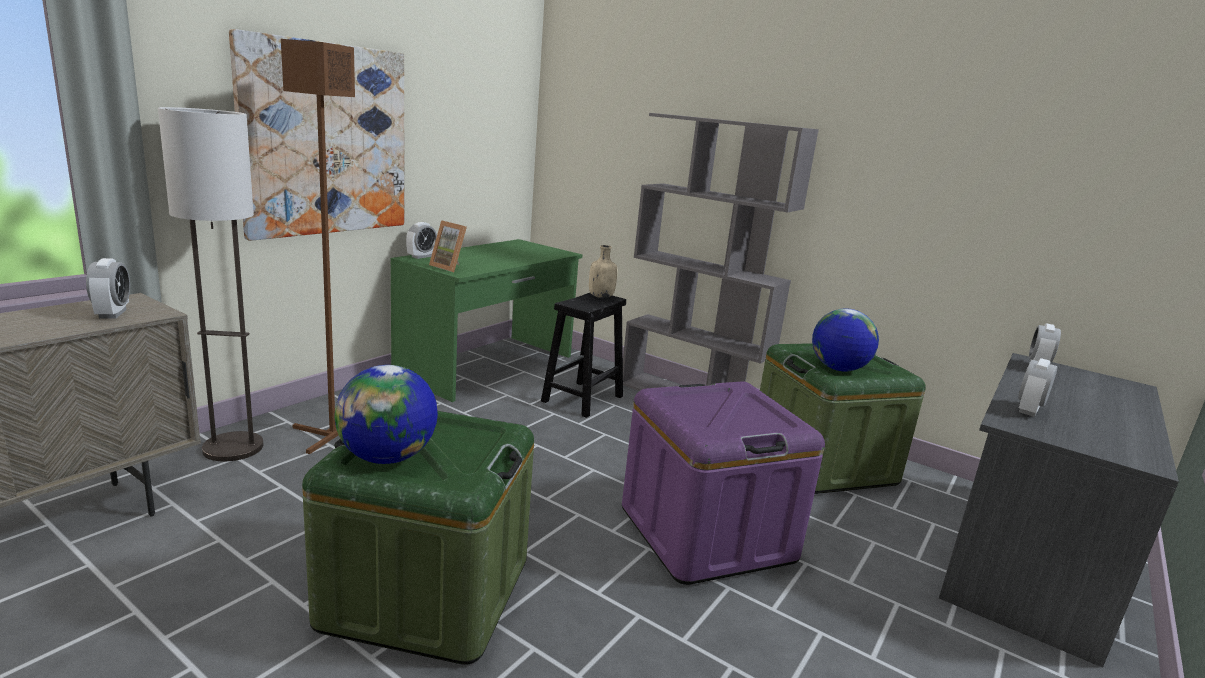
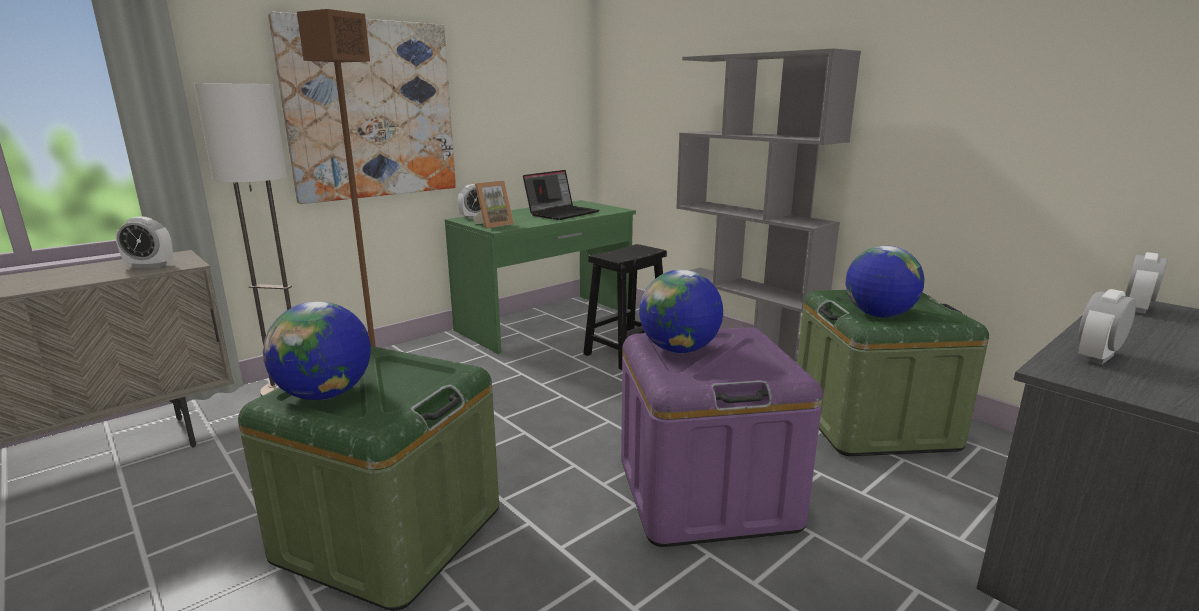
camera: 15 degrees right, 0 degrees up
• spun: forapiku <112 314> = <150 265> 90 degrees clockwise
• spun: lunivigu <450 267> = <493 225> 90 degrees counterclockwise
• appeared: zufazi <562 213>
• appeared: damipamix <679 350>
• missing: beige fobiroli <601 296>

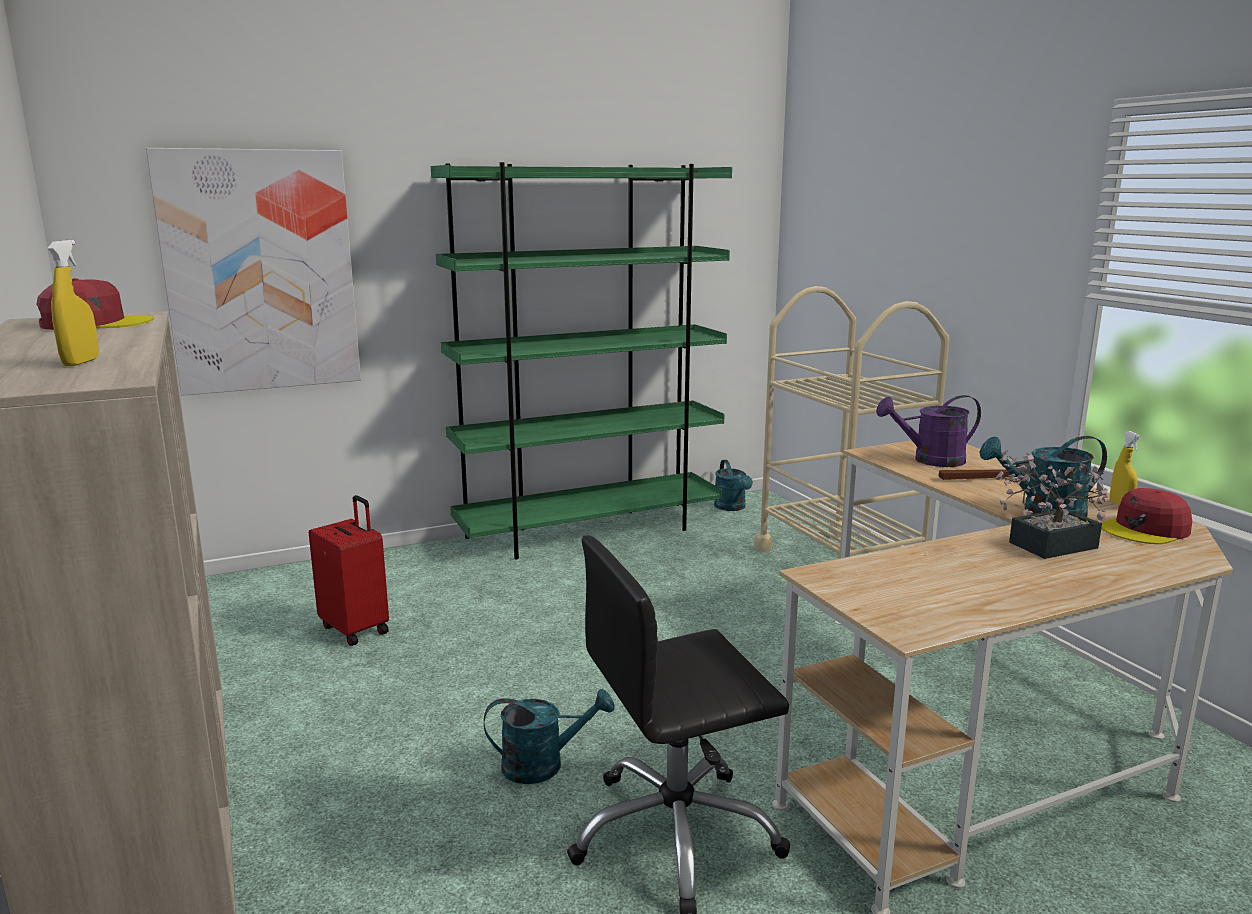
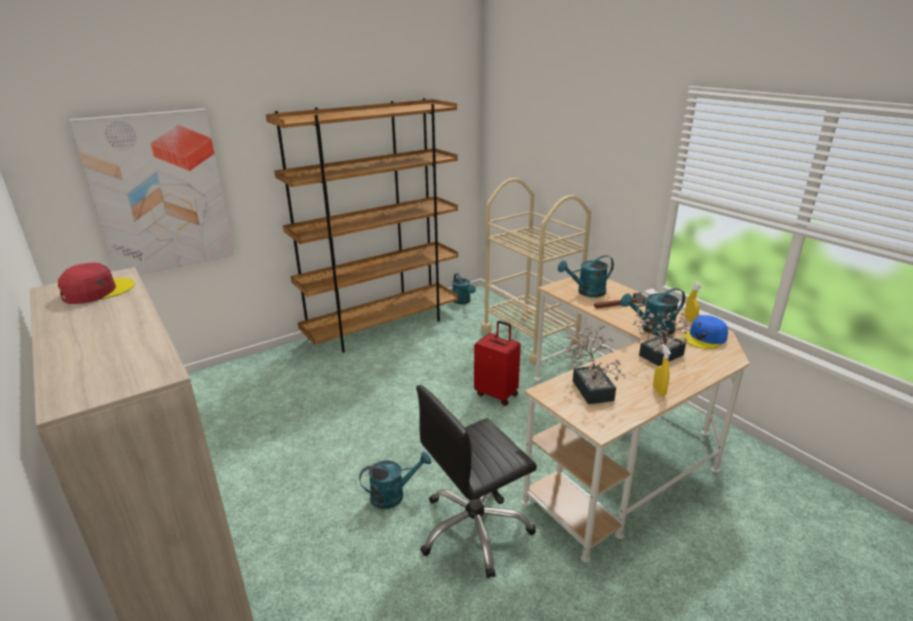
camera: 10 degrees left, 10 degrees up
• colour: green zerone <590 531> to brown zerone <383 327>
• relocated: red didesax <356 629> to <497 394>
• colour: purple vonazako <930 460> to turquoise vonazako <586 292>
• appeared: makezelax <591 387>
• relocated: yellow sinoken <81 362> to <659 391>
• colour: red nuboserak <1145 530> to blue nuboserak <705 338>

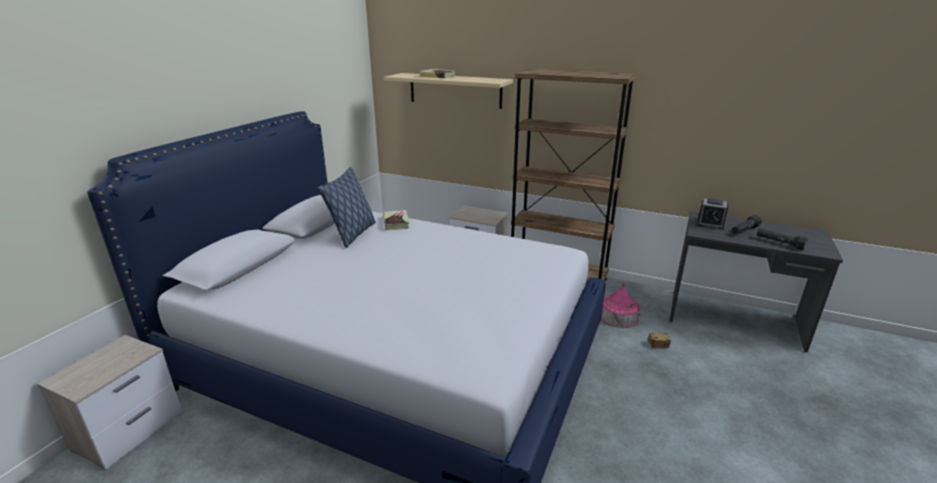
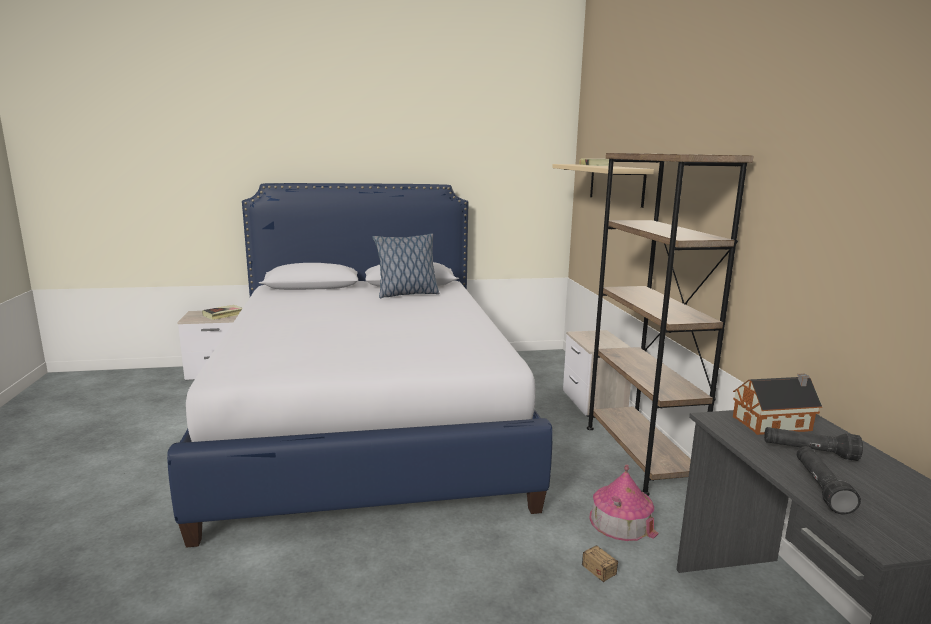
camera: 55 degrees right, 10 degrees down
• relocated: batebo <396 222> to <223 315>
• exchanged: forapiku <710 224> to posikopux <775 423>

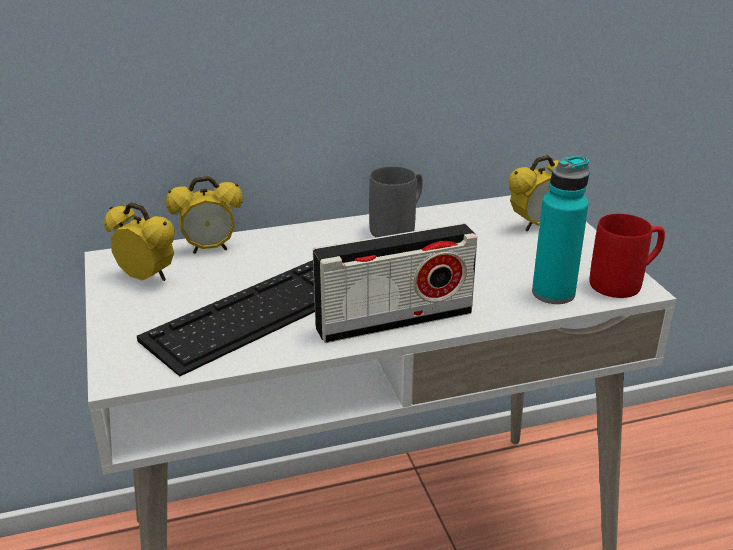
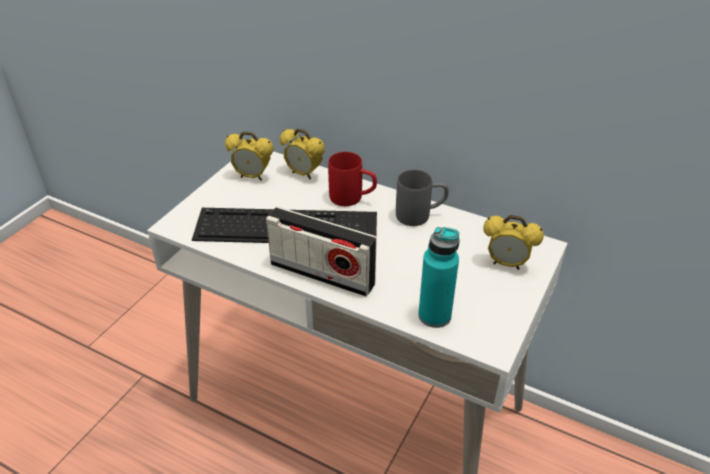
camera: 45 degrees right, 10 degrees up
• spun: forapiku <147 279> = <252 177> 120 degrees clockwise
• relocated: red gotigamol <625 282> to <353 198>

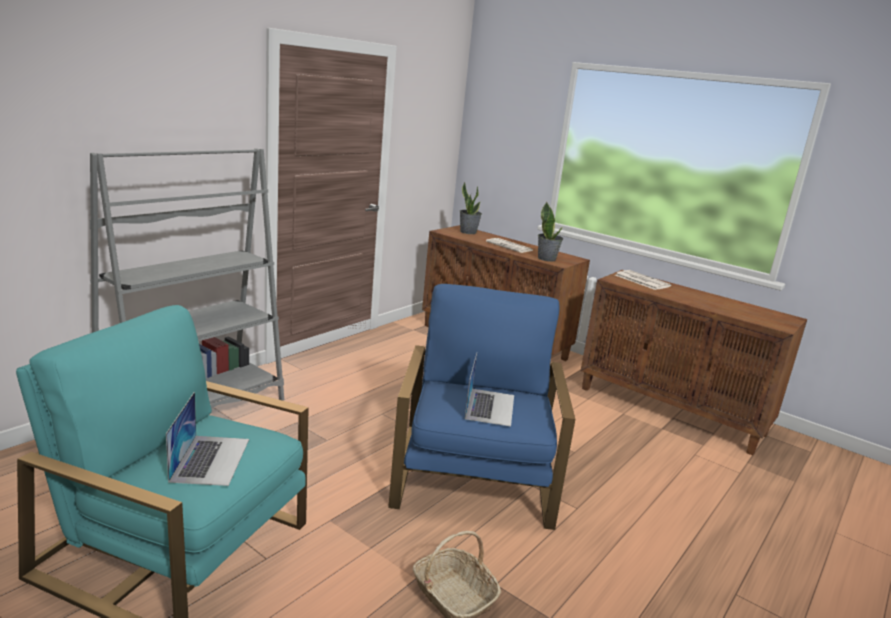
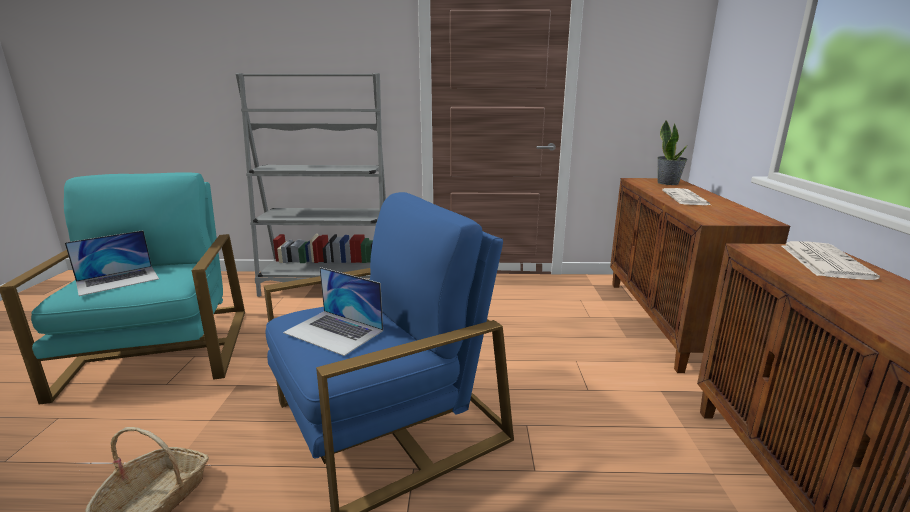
camera: 55 degrees right, 0 degrees up
• spun: zufazi <490 406> = <334 331> 60 degrees clockwise
• missing: makezelax <547 259>

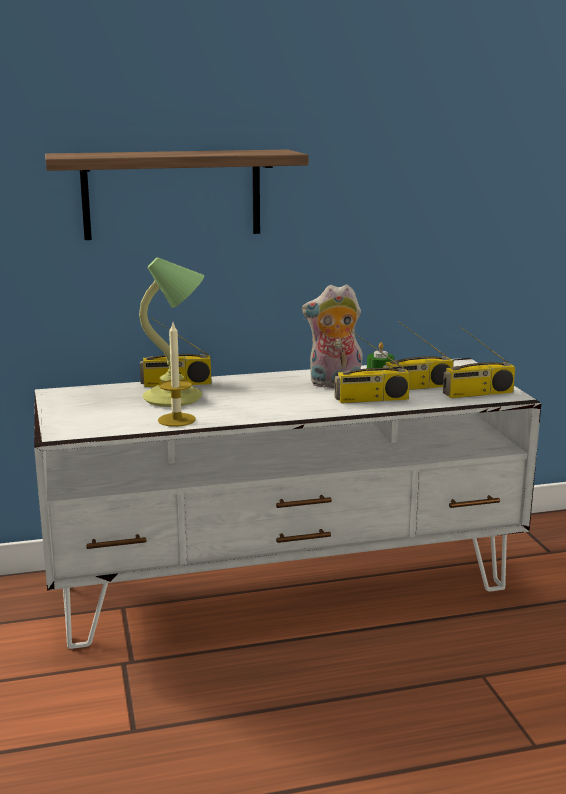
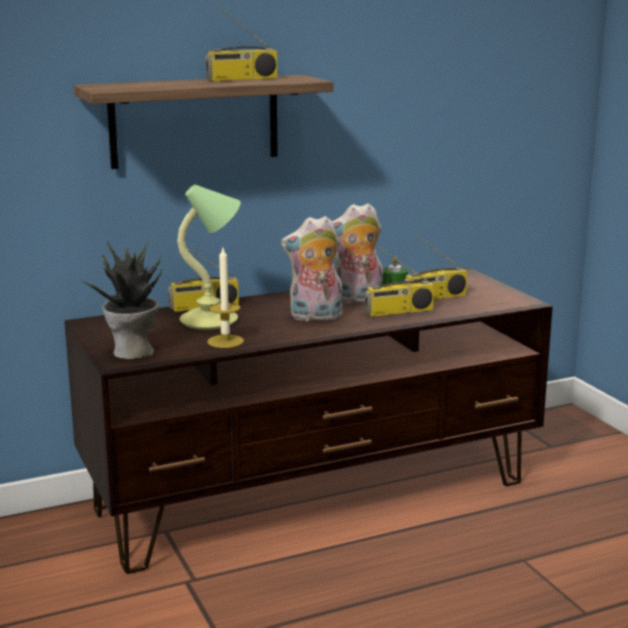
camera: 10 degrees left, 0 degrees up
• colour: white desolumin <284 585> to brown desolumin <315 496>
• appeared: makezelax <132 352>
• relocated: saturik <478 394> to <242 79>
• appeared: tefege <315 317>

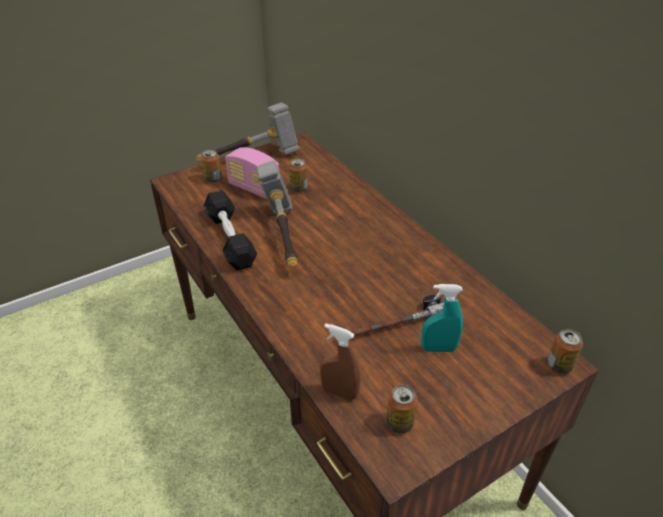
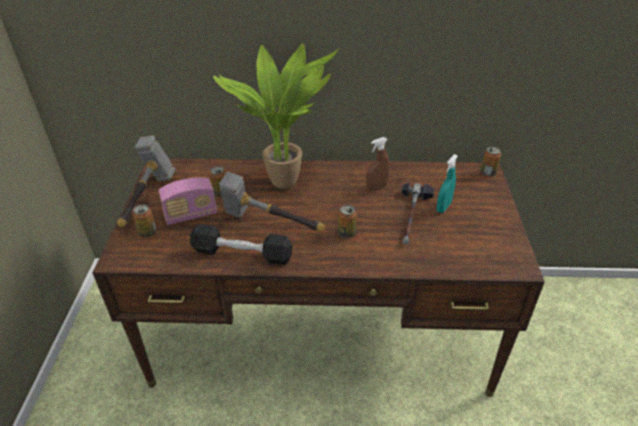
camera: 55 degrees left, 0 degrees up
• appeared: makezelax <286 179>
• relocated: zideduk <399 423> to <346 233>
• relocated: brown sinoken <339 392> to <376 188>

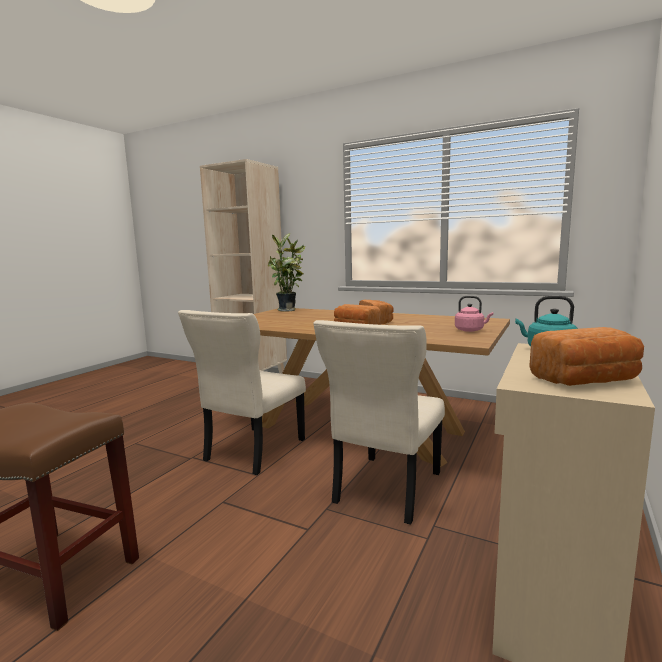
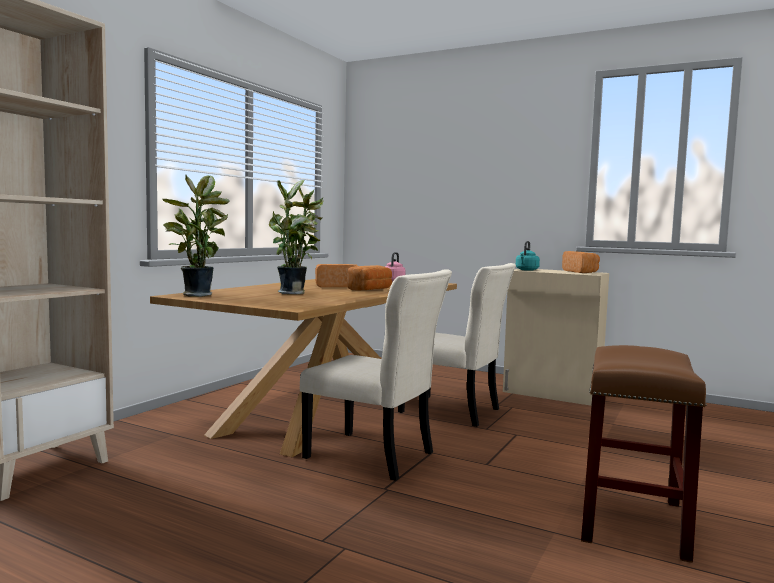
camera: 90 degrees left, 5 degrees down
• appeared: makezelax <295 293>

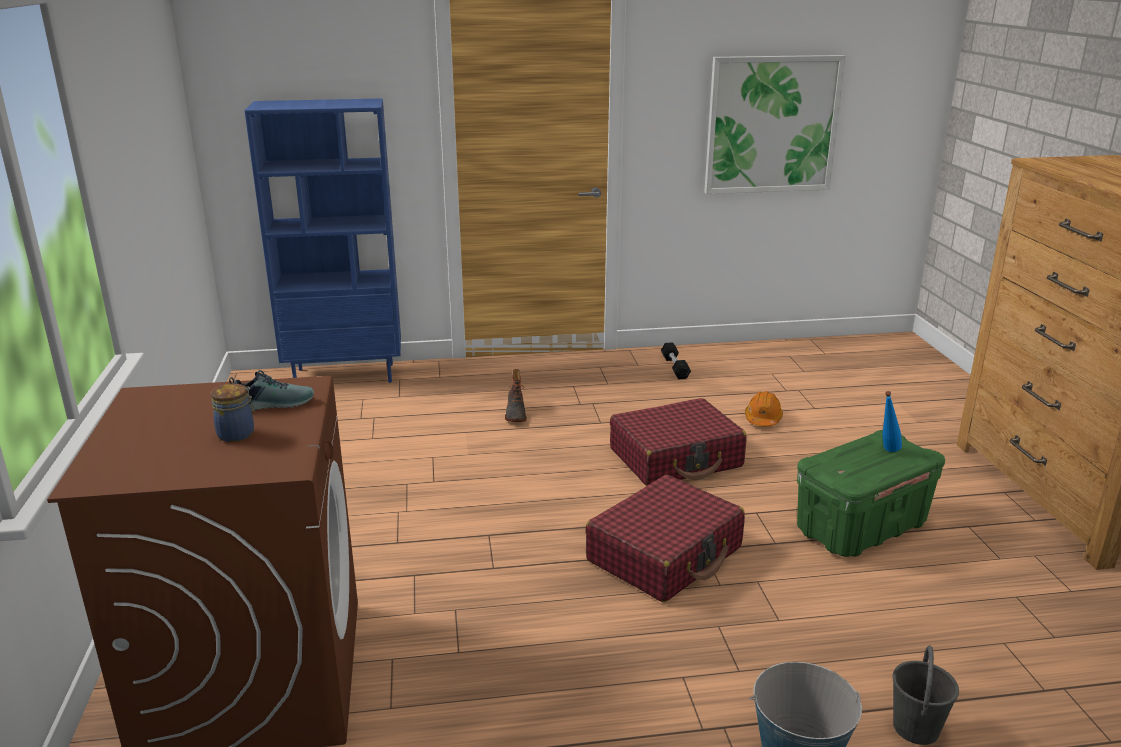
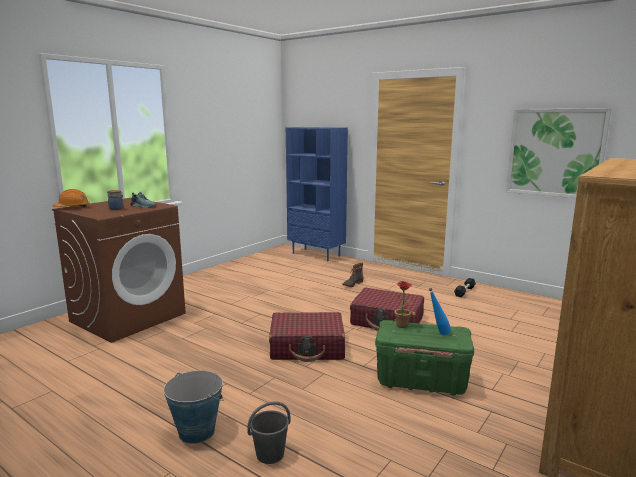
camera: 45 degrees right, 10 degrees down
• relocated: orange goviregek <763 419> to <72 207>
• appeared: makezelax <404 326>

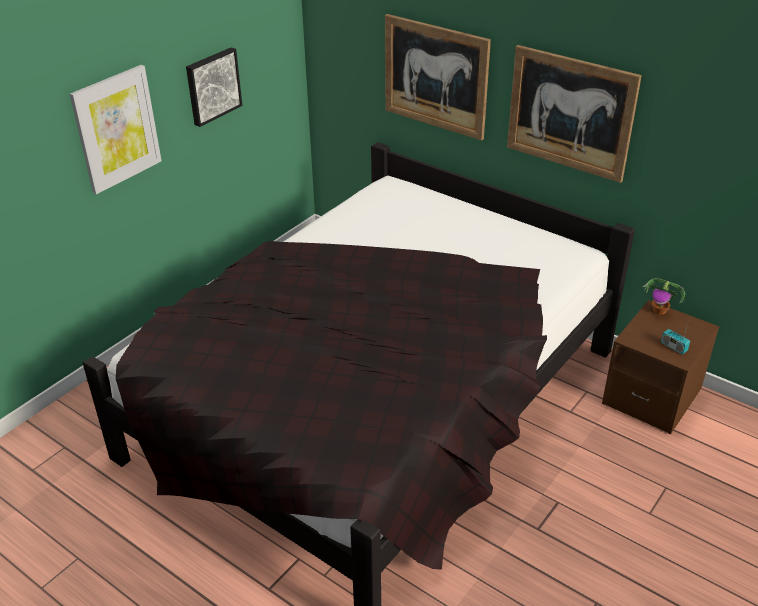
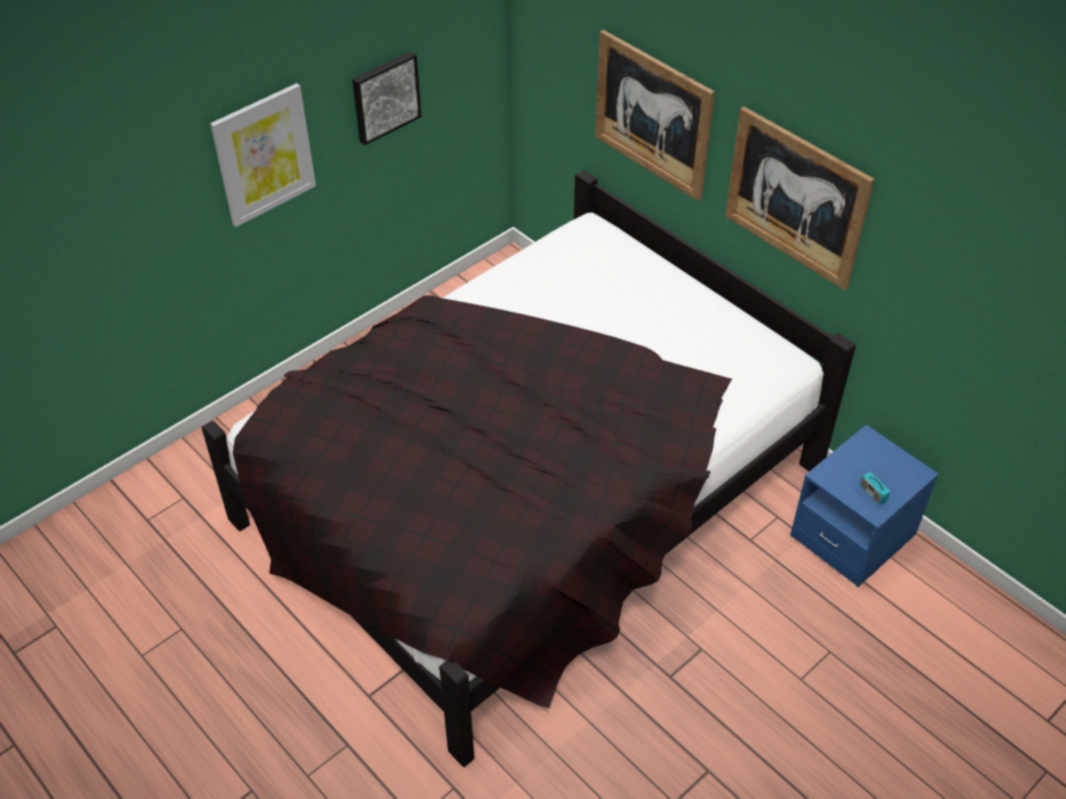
camera: 10 degrees right, 10 degrees up
• colour: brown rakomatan <651 397> to blue rakomatan <852 536>
• missing: makezelax <660 311>

